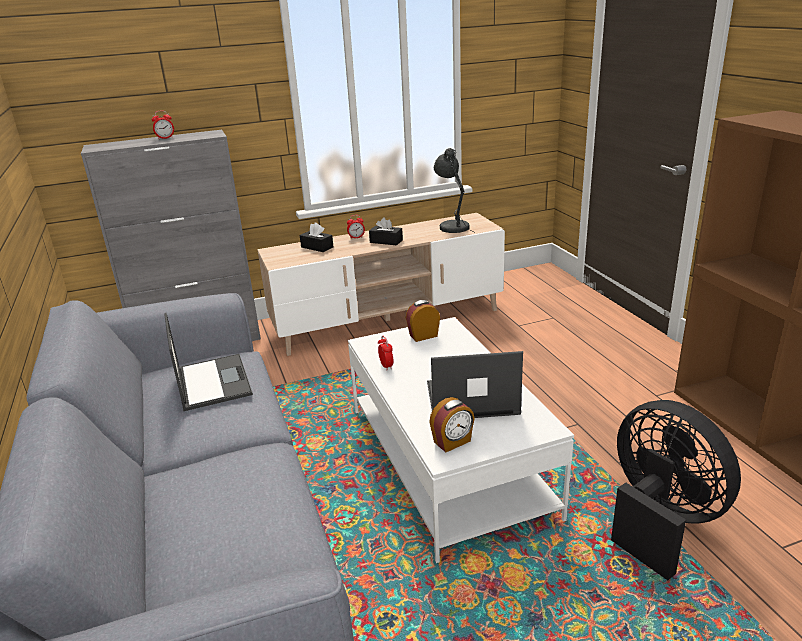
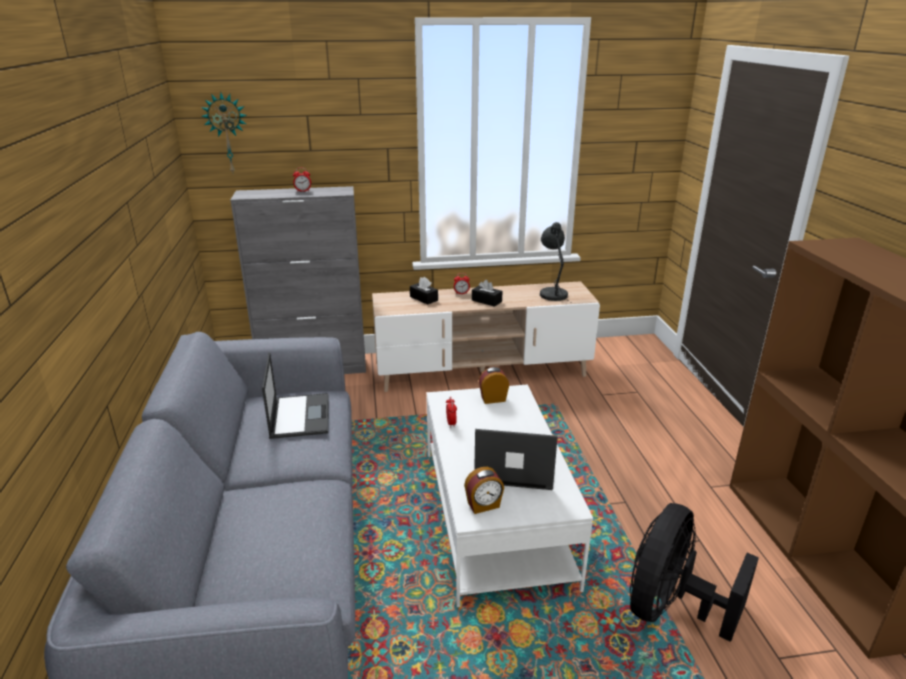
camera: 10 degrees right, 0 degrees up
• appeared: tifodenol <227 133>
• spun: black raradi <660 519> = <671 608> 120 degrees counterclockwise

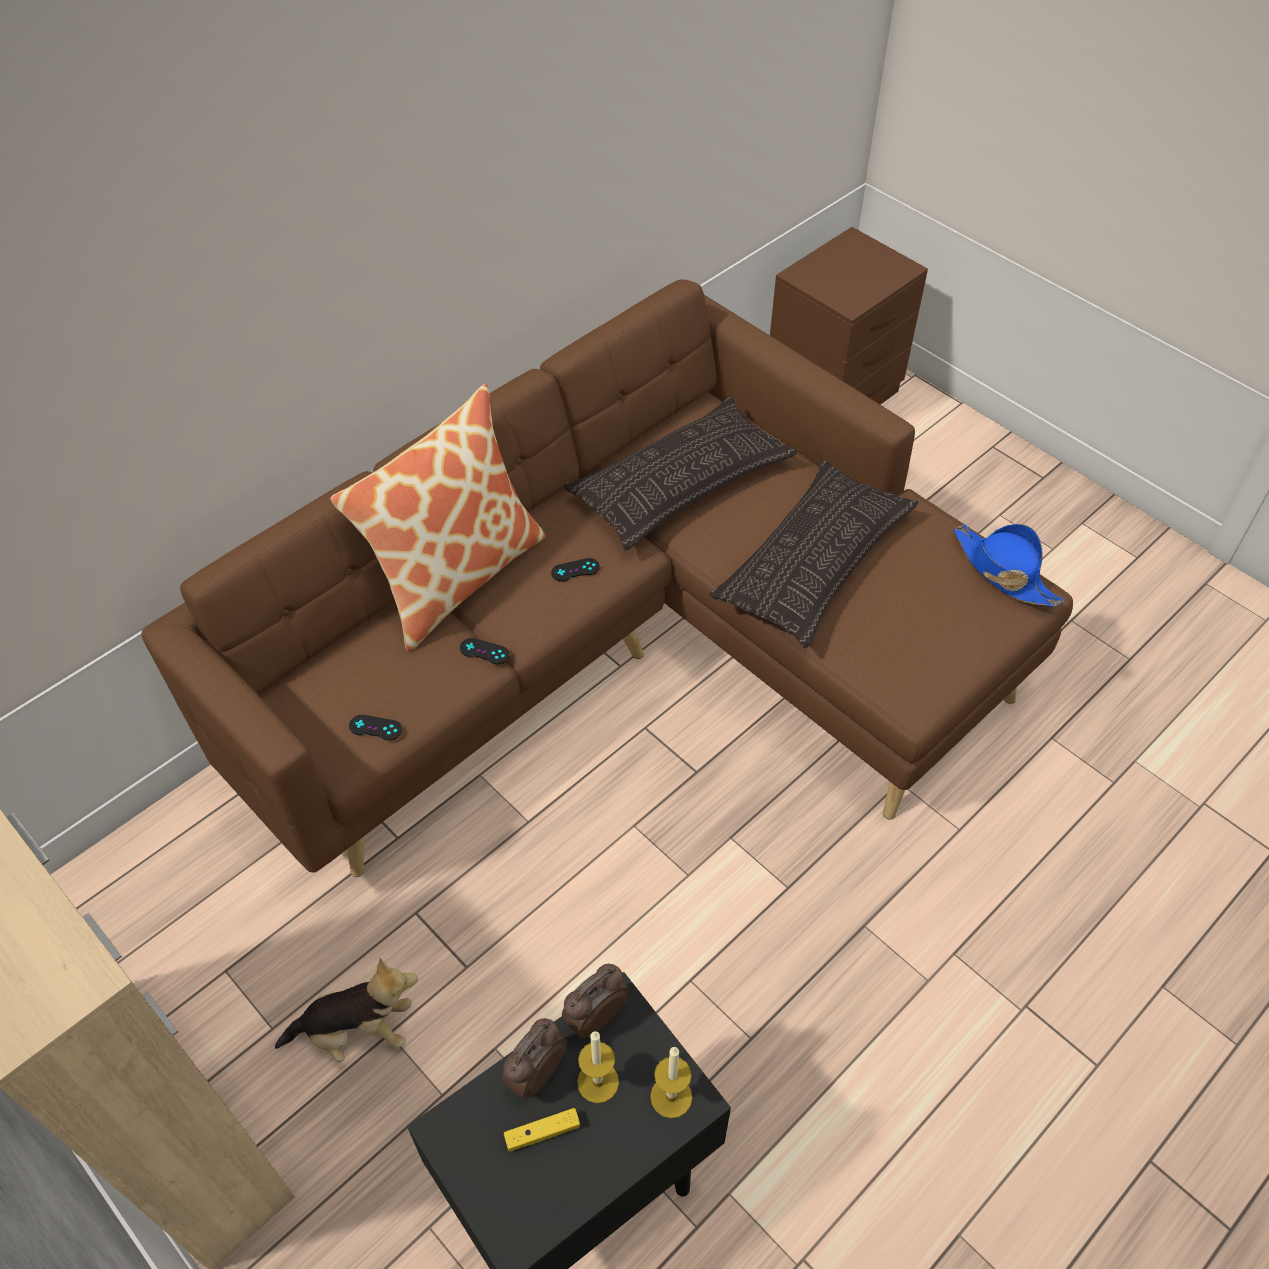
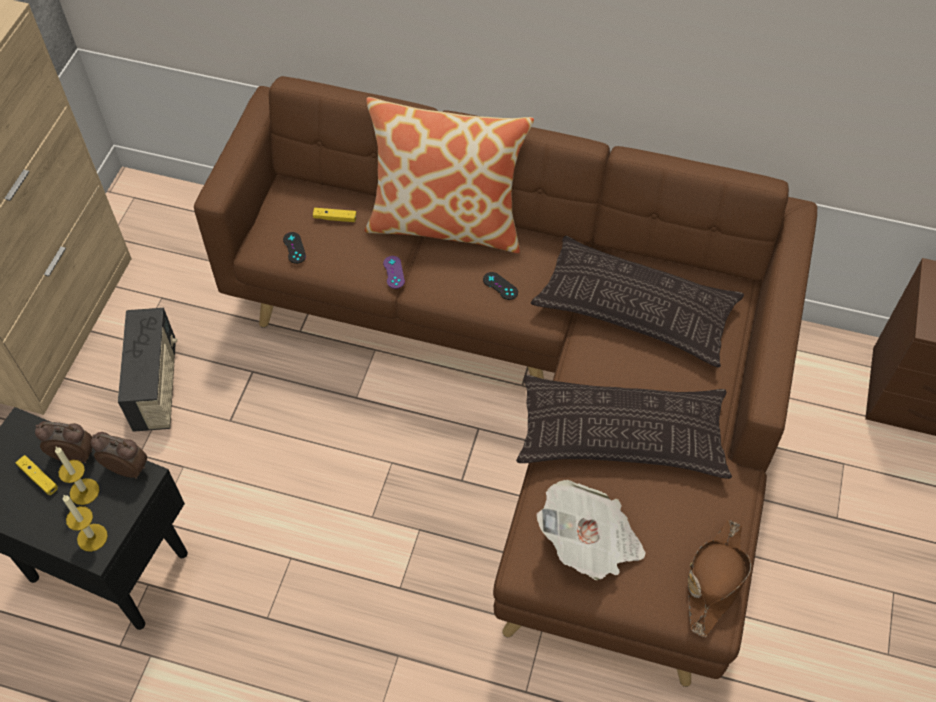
camera: 60 degrees right, 5 degrees up
• exchanged: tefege <357 1032> to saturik <157 386>
• appeared: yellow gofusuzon <335 218>
• colour: black gofusuzon <484 651> to purple gofusuzon <394 272>
• appeared: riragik <590 542>
• colour: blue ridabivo <1003 571> to brown ridabivo <714 580>

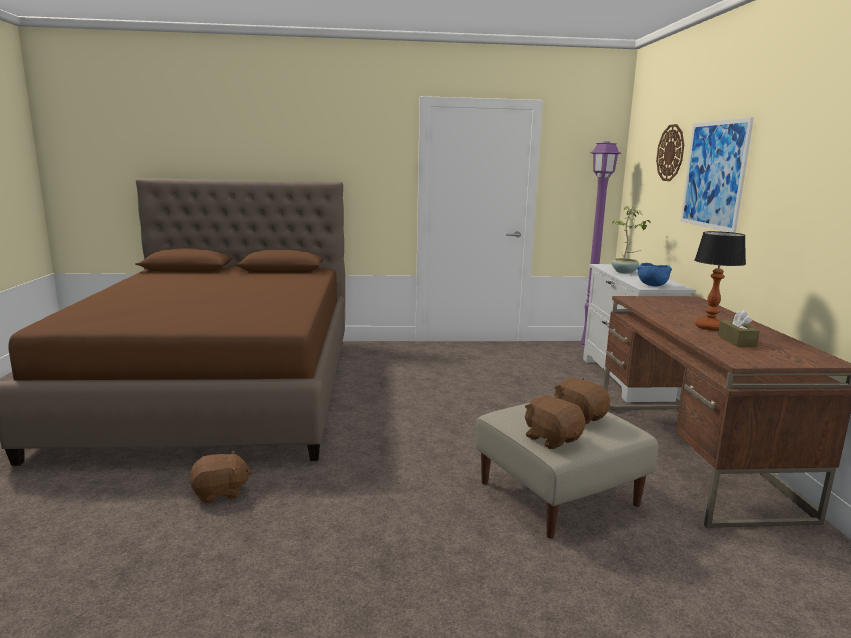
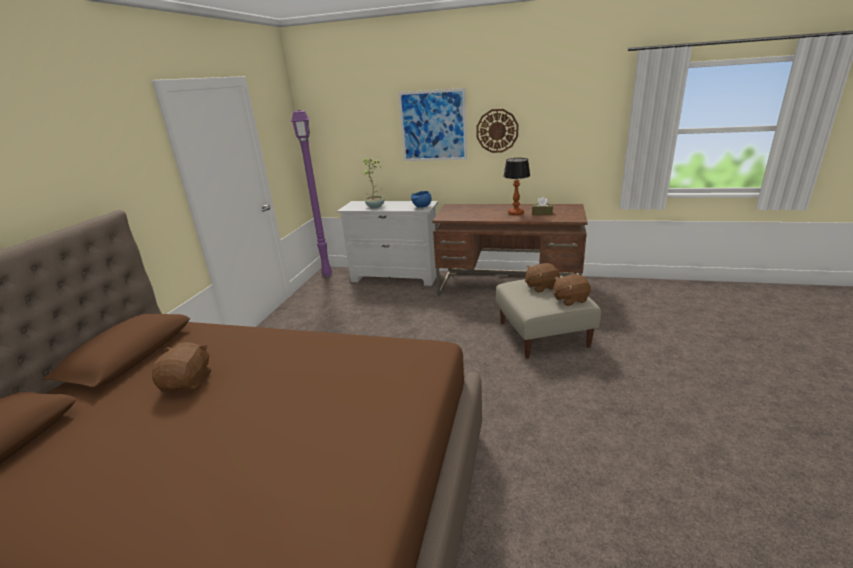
camera: 70 degrees left, 10 degrees up
• relocated: brown tefege <220 492> to <188 382>
• relocated: tifodenol <670 153> to <497 131>

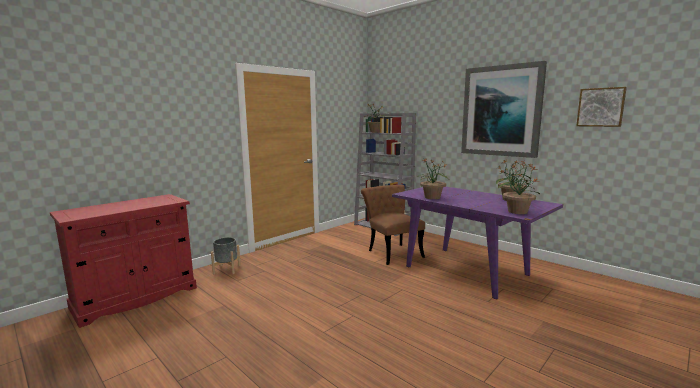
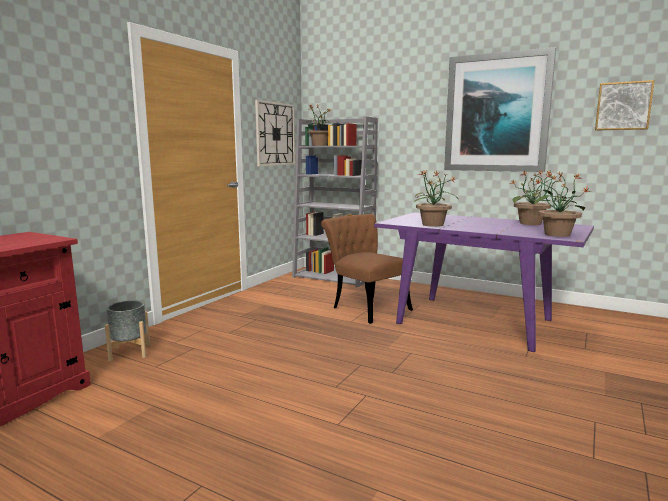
camera: 15 degrees left, 0 degrees up
• appeared: tifodenol <275 134>

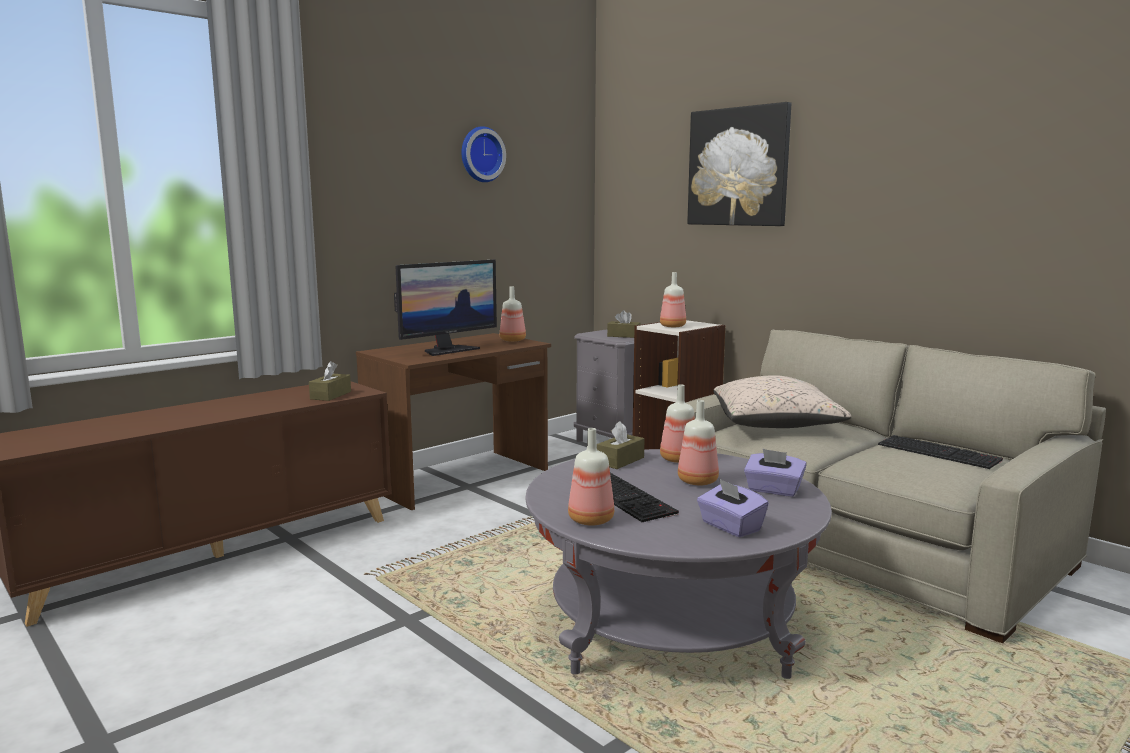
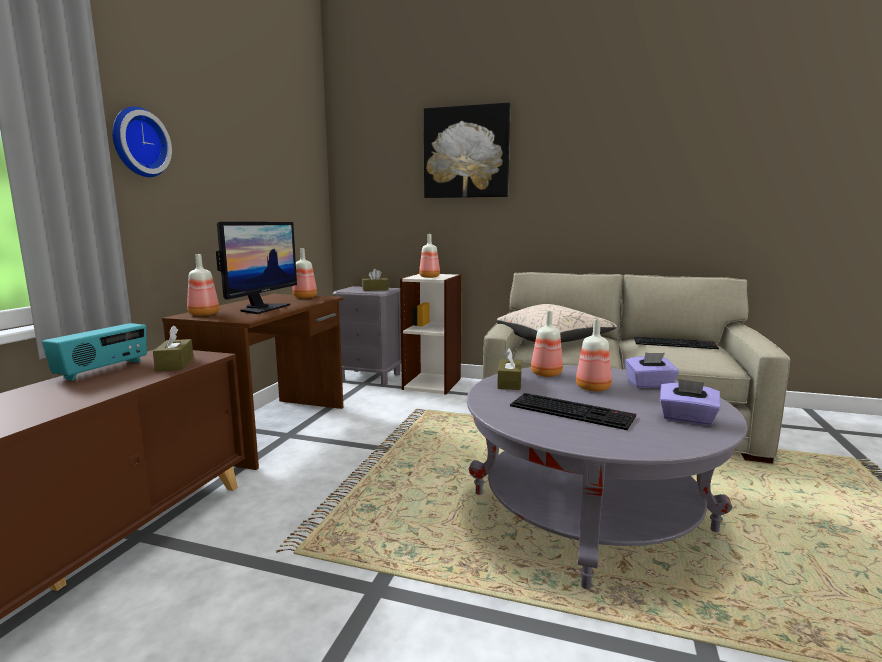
camera: 30 degrees left, 0 degrees up
• appeared: saturik <103 370>
• relocated: tifodenol <480 154> to <138 142>
• relocated: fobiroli <591 520> to <204 314>

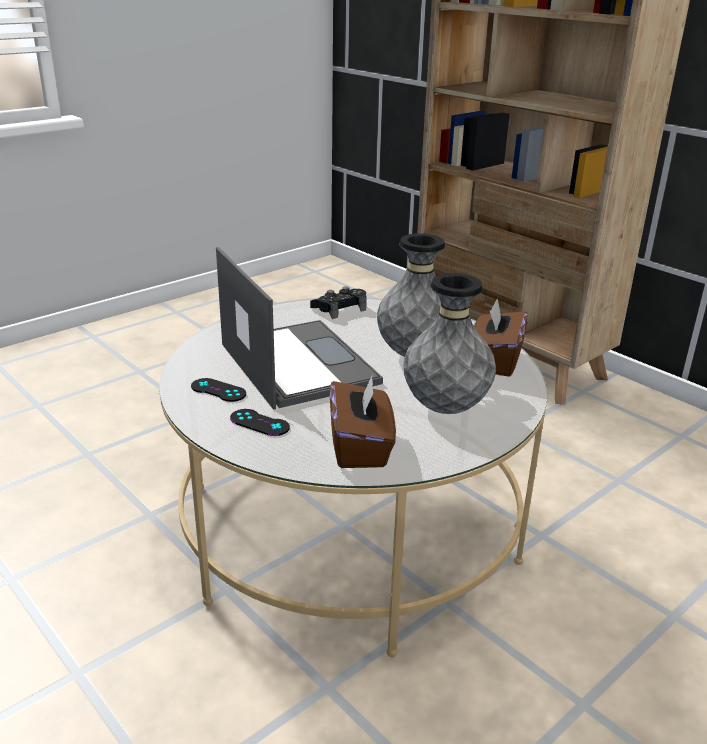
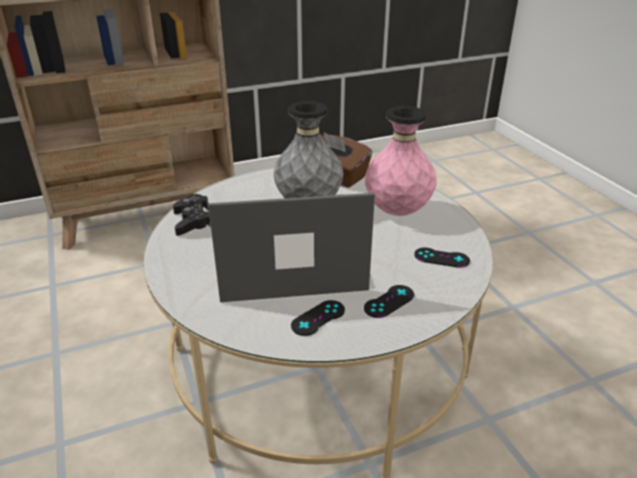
camera: 70 degrees left, 5 degrees up
• colour: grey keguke <445 408> to pink keguke <397 211>
• exchanged: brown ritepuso <360 447> to black gofusuzon <441 258>

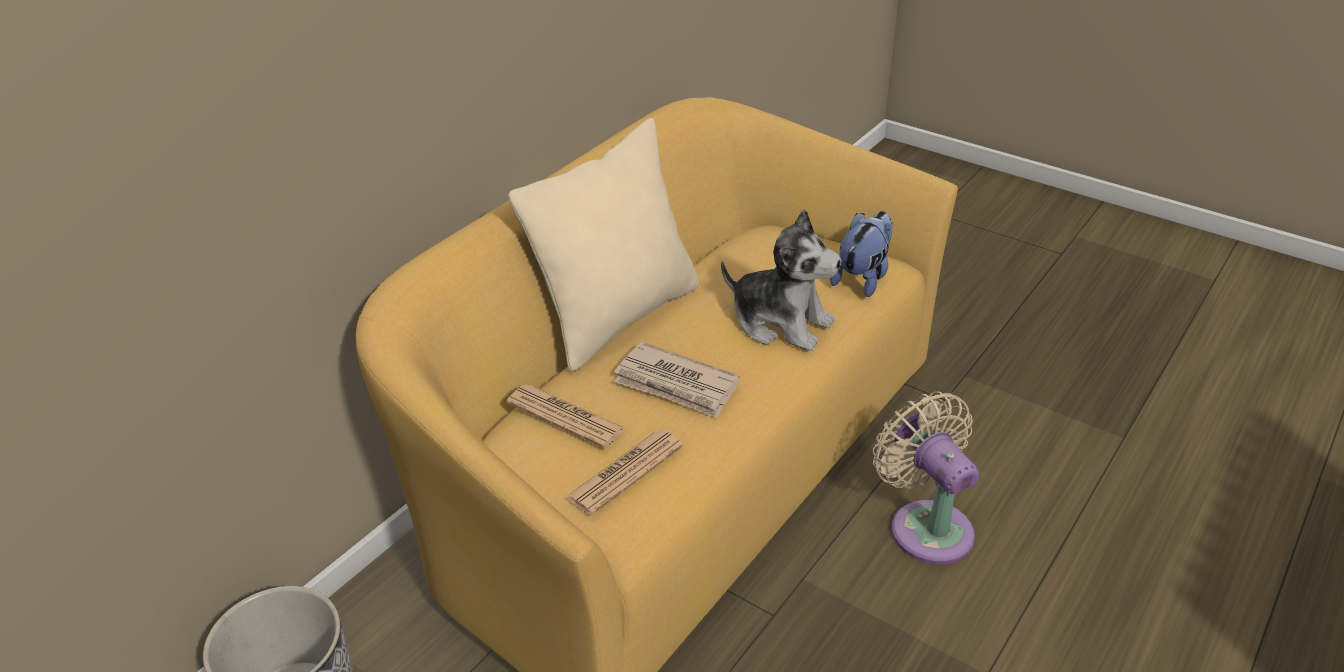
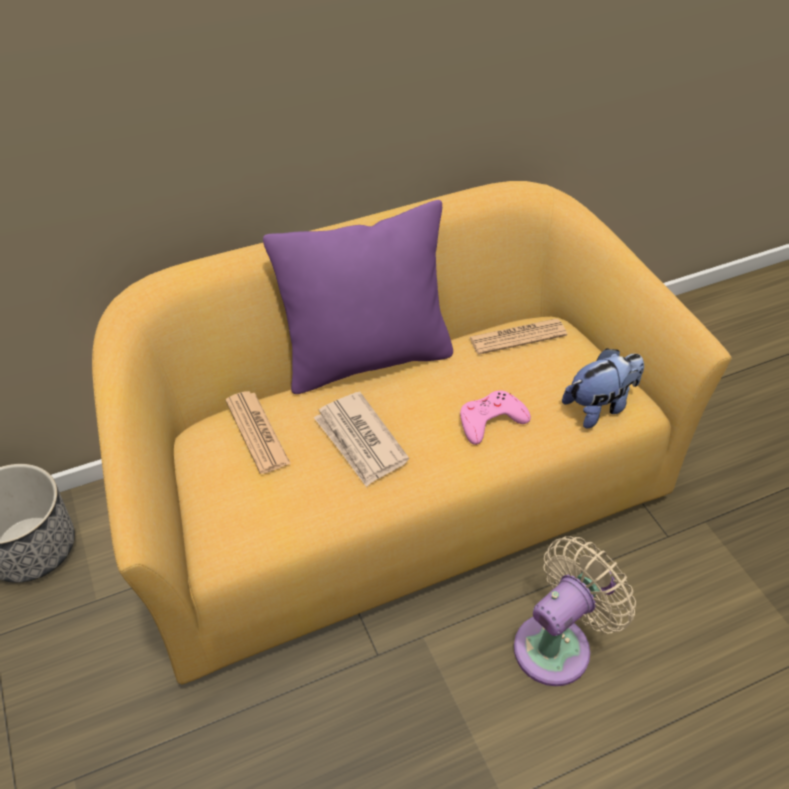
camera: 30 degrees right, 10 degrees up
• colour: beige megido <618 317> to purple megido <367 358>
• exchanged: tefege <781 323> to pink gofusuzon <490 421>
• relocated: riragik <625 472> to <517 337>
• spun: beige raradi <926 526> = <558 644> 45 degrees clockwise

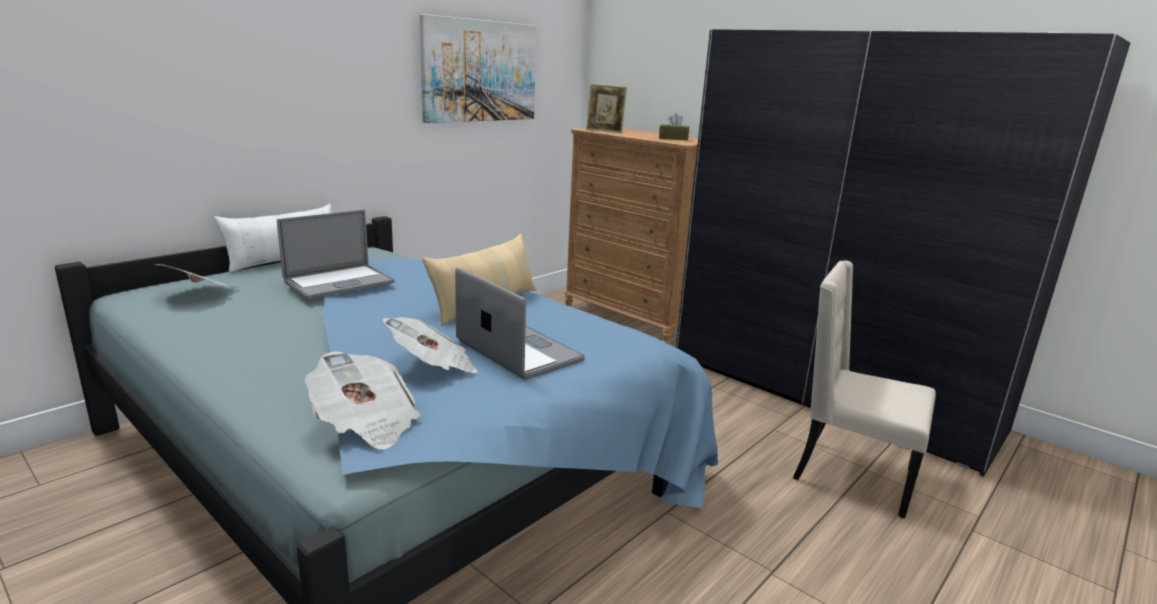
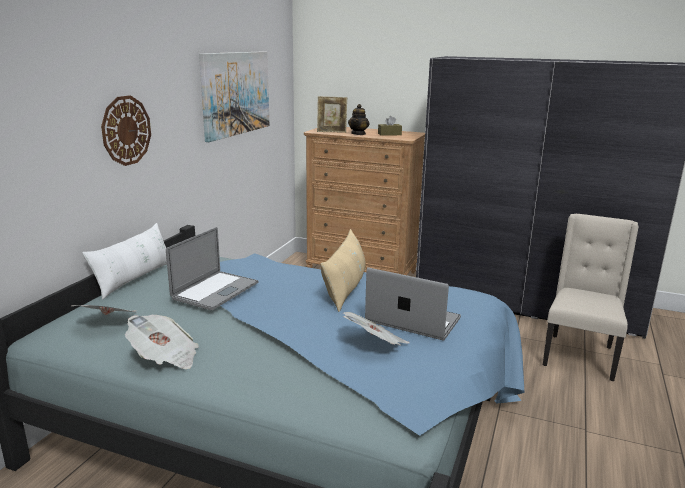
camera: 20 degrees left, 0 degrees up
• appeared: tifodenol <126 130>
• relocated: riragik <366 424> to <165 357>
• appeared: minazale <358 134>
• spun: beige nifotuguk <850 474> = <579 355> 105 degrees clockwise

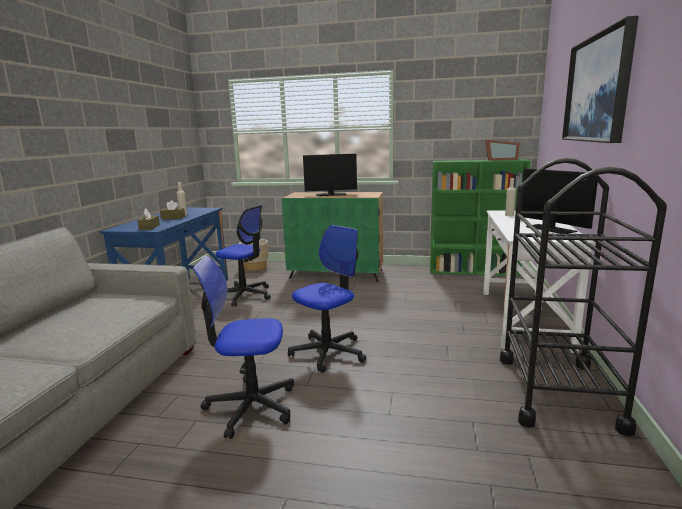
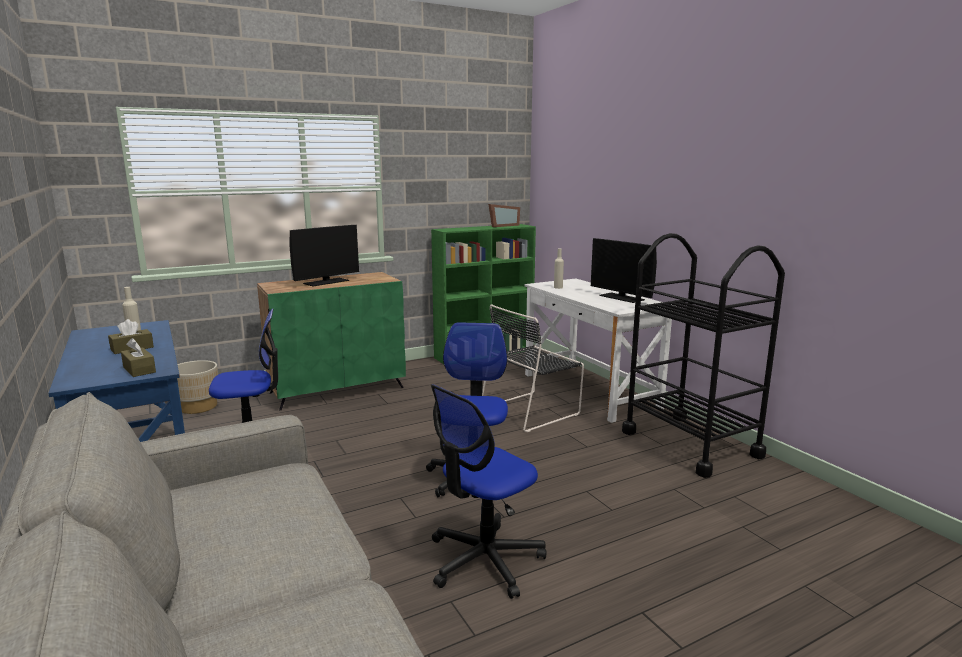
camera: 40 degrees left, 0 degrees up
• appeared: black nifotuguk <532 410>
• spun: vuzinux <550 229> = <621 297> 150 degrees counterclockwise
• missing: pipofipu <597 89>

